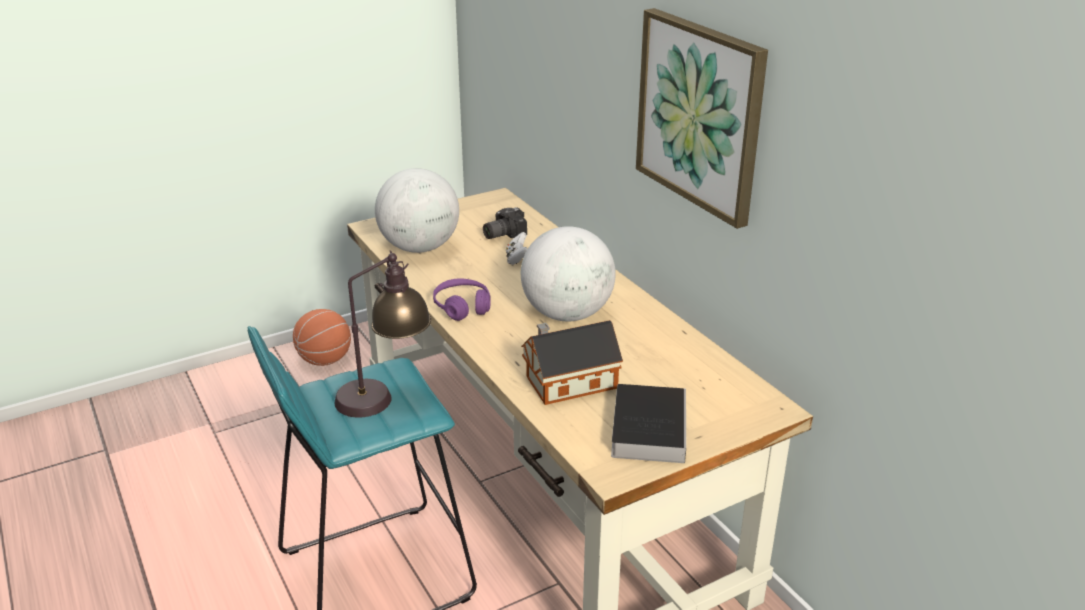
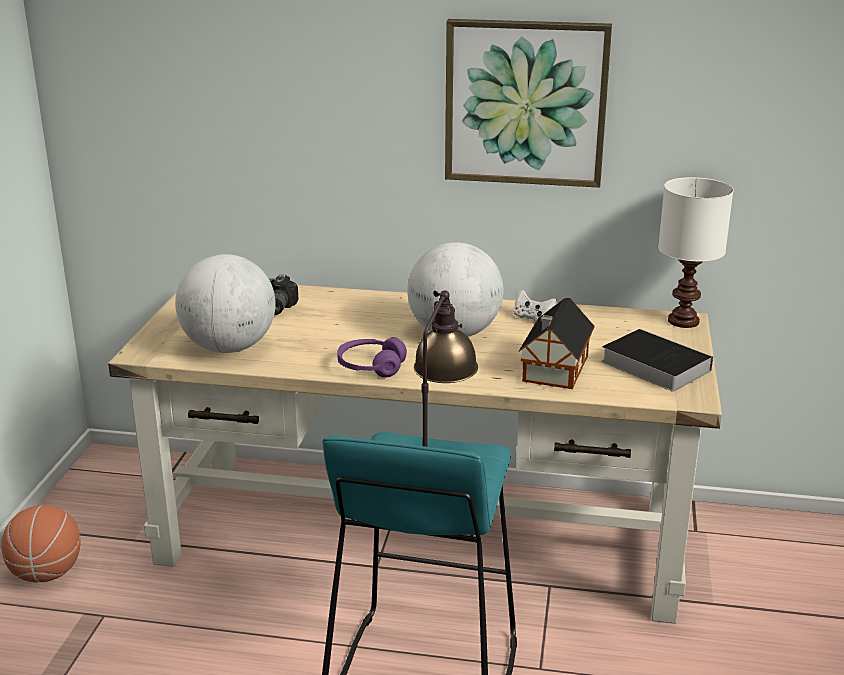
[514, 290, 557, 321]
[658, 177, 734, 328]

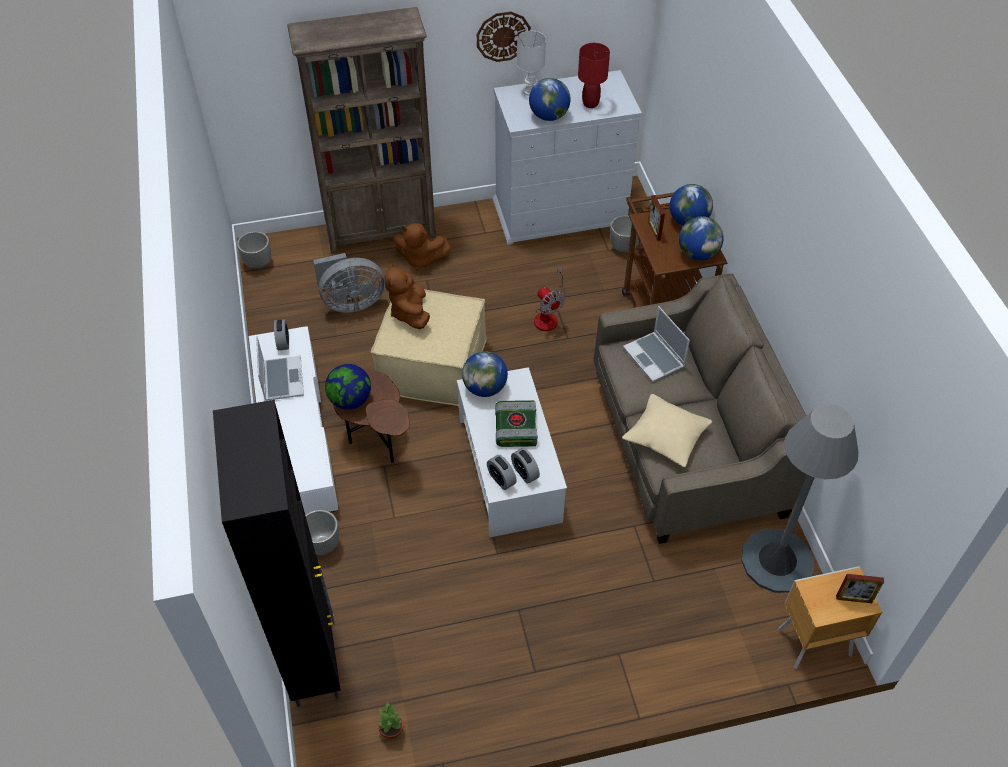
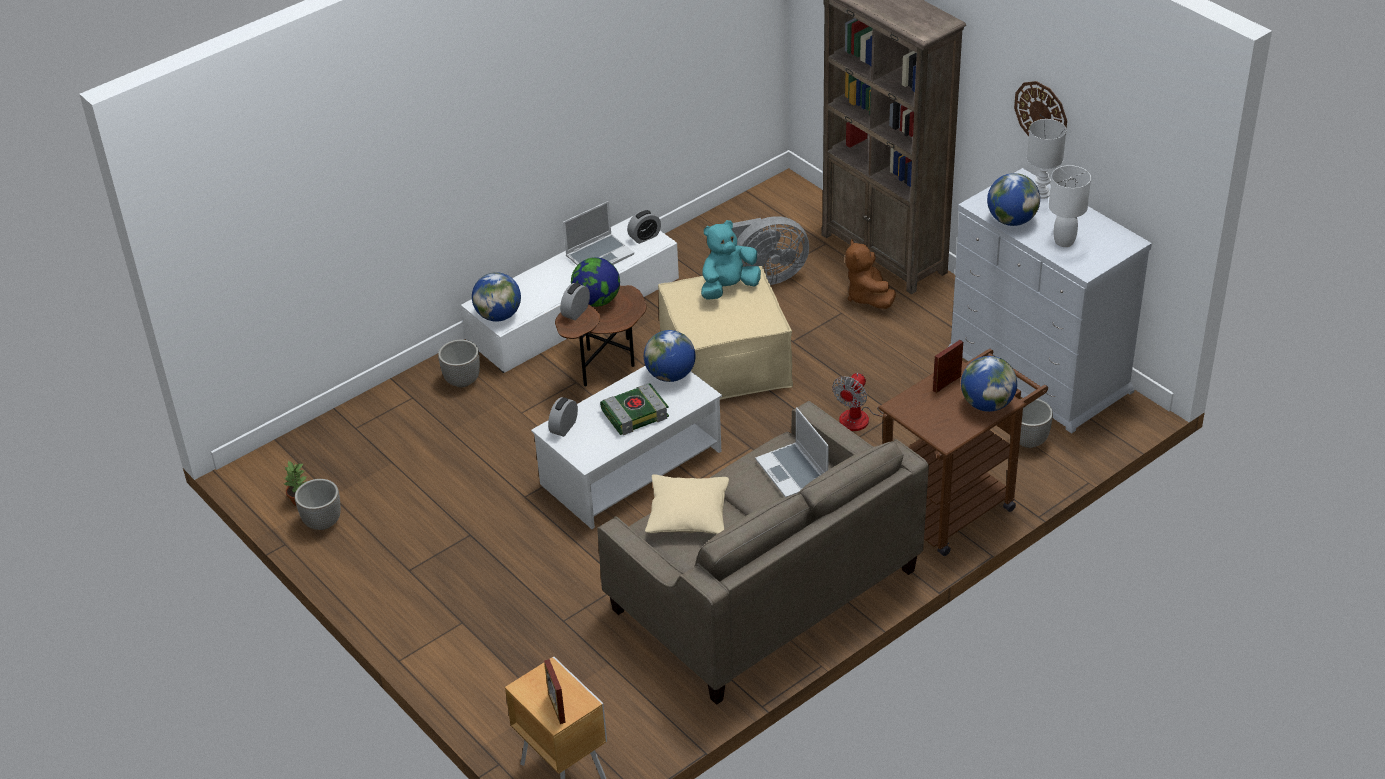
[1049, 165, 1091, 247]
[472, 272, 521, 322]
[295, 479, 341, 530]
[731, 216, 809, 285]
[701, 220, 761, 300]
[755, 407, 829, 498]
[213, 400, 341, 707] (first image)
[741, 404, 858, 593] (first image)
[560, 283, 590, 320]

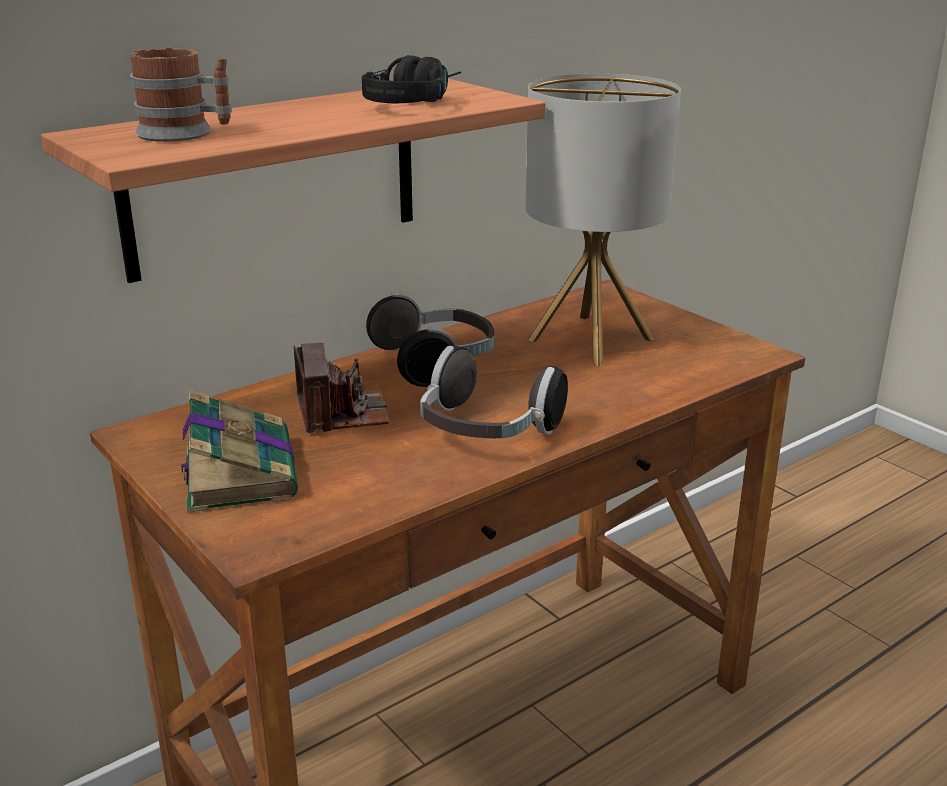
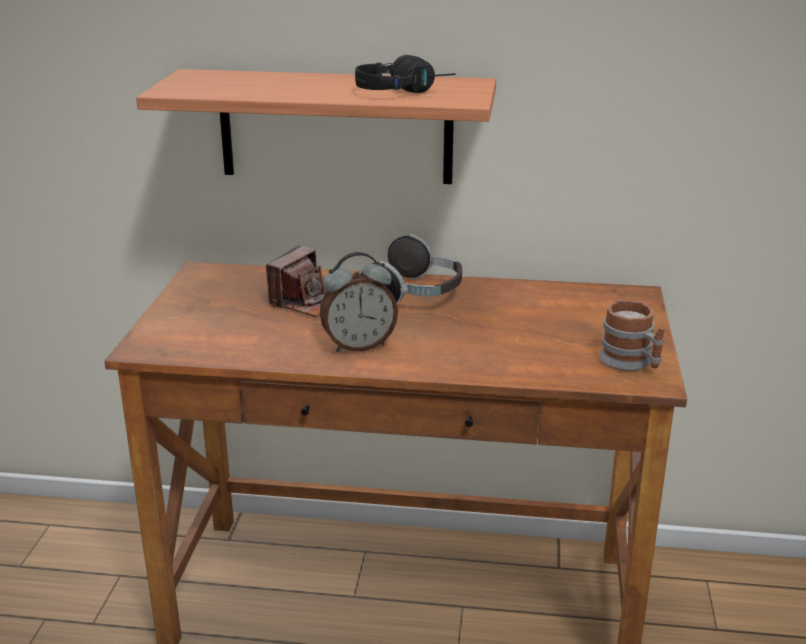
[599, 300, 665, 371]
[526, 73, 681, 366] (first image)
[320, 252, 398, 352]
[181, 390, 298, 513] (first image)

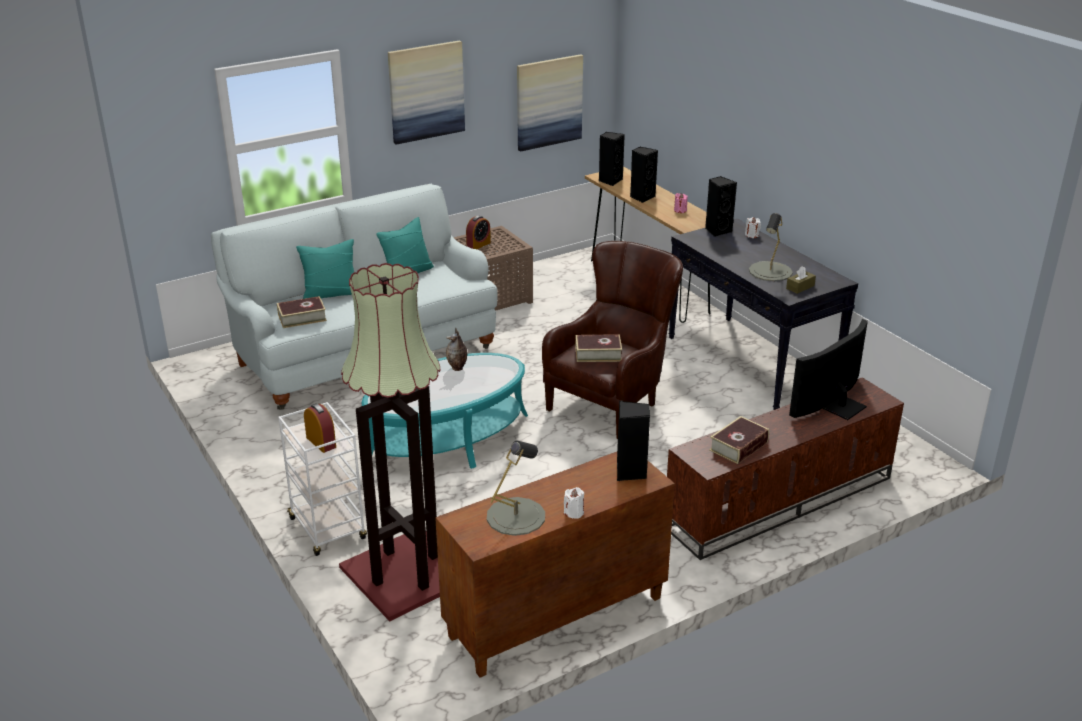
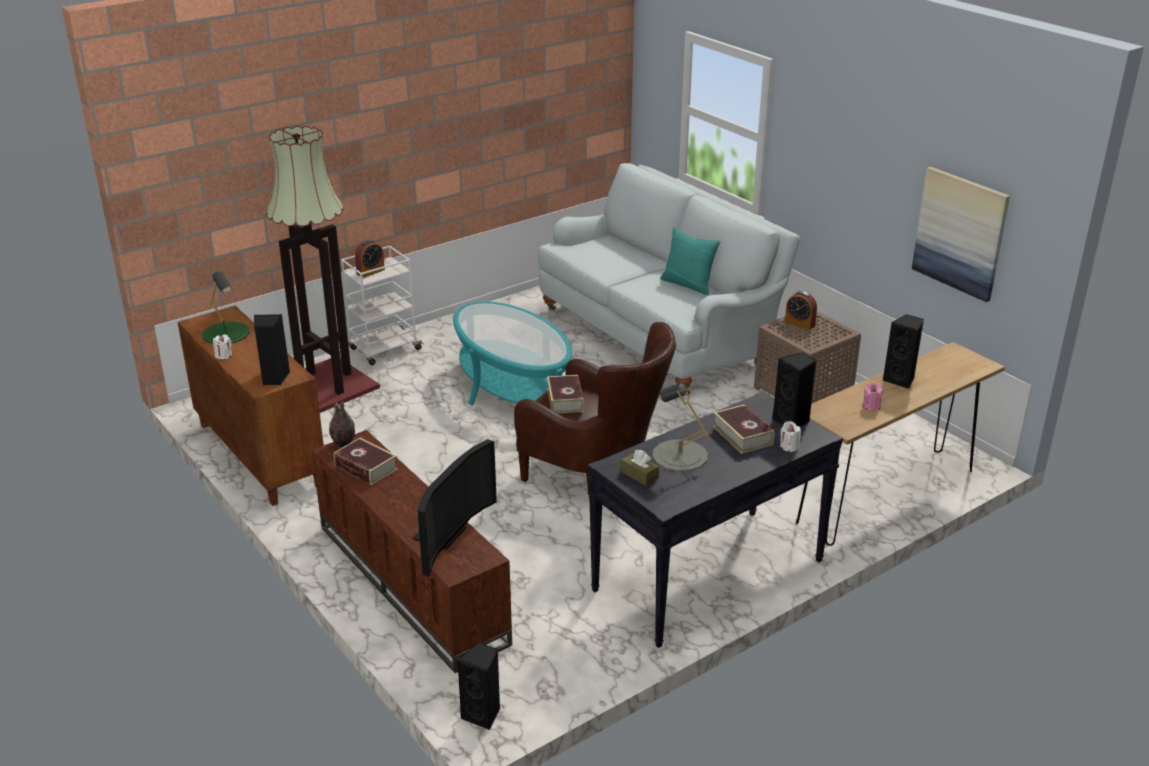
[388, 40, 465, 145] (first image)
[458, 642, 500, 730]
[296, 239, 354, 299] (first image)
[713, 404, 774, 454]
[412, 439, 497, 577]
[329, 401, 355, 448]
[202, 271, 250, 344]

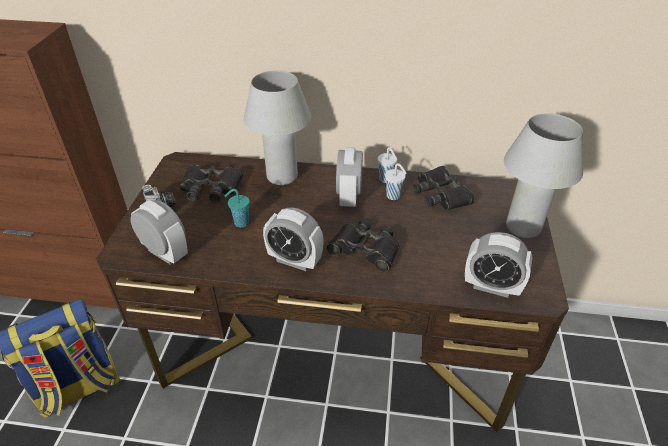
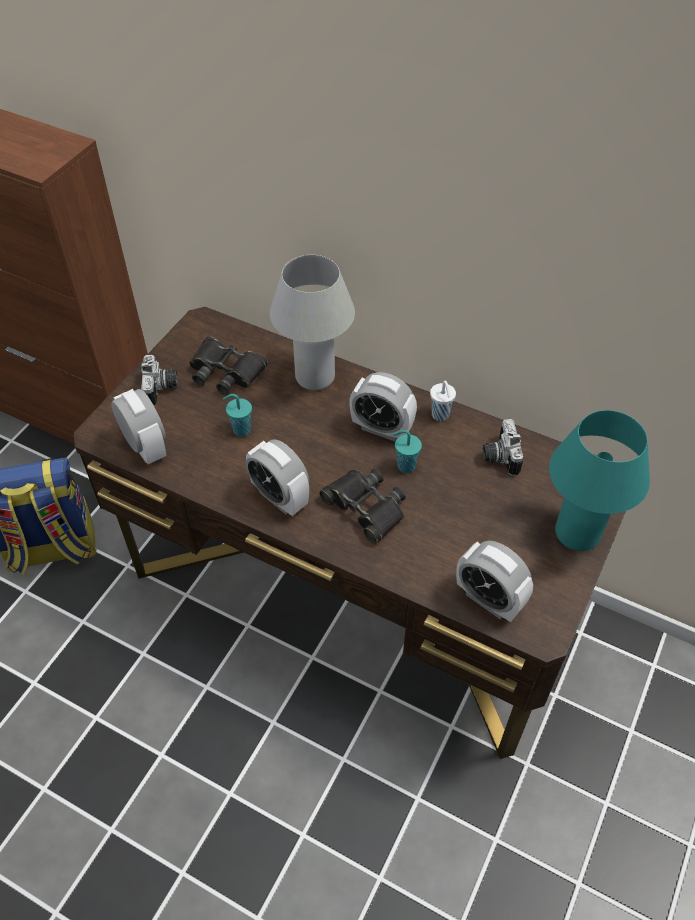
[549, 410, 650, 551]
[349, 372, 417, 441]
[385, 163, 407, 200] (first image)
[482, 419, 523, 476]
[393, 430, 422, 473]

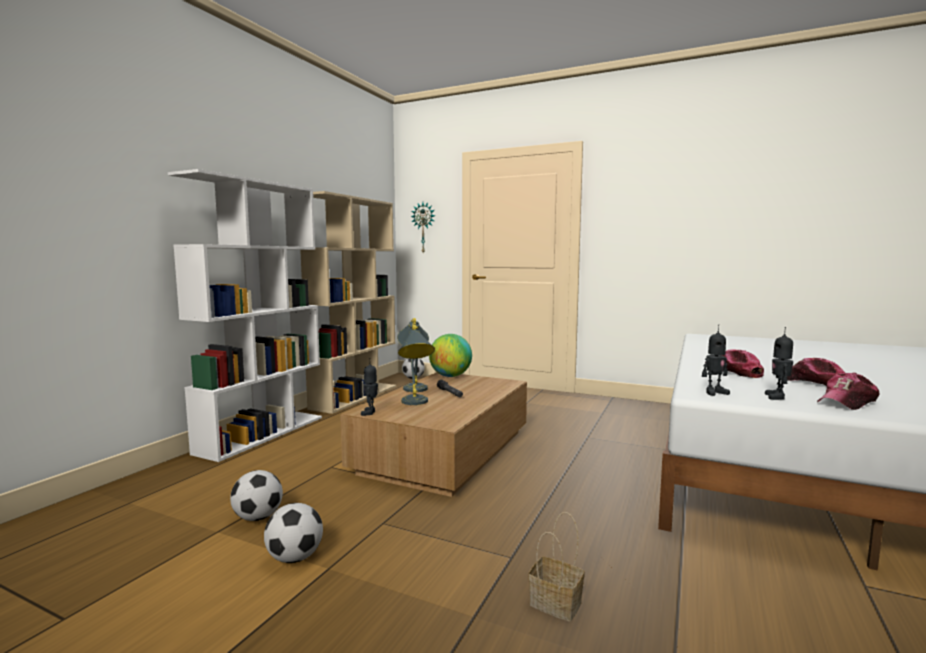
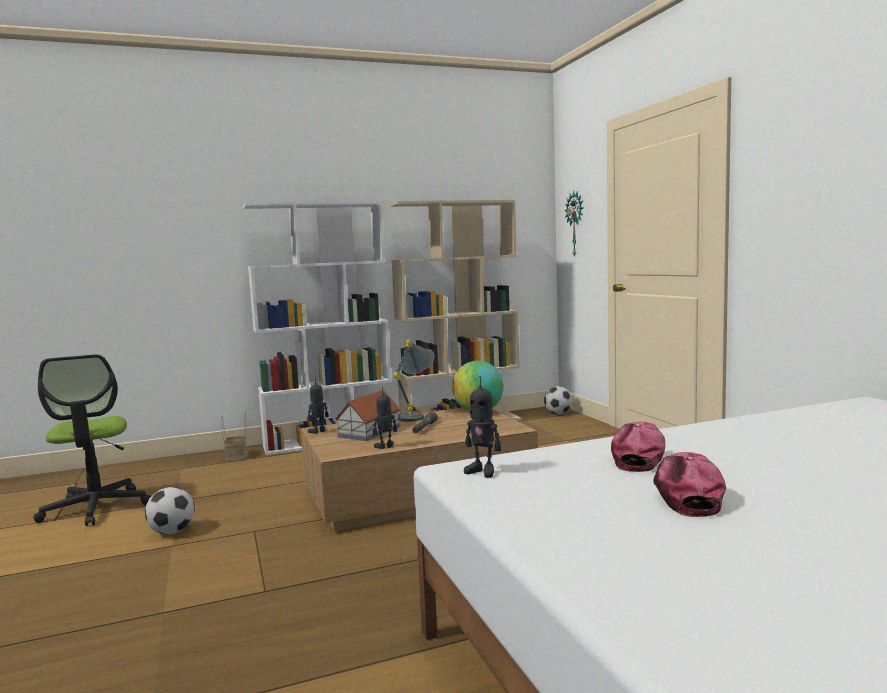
[334, 390, 401, 441]
[373, 387, 397, 449]
[817, 372, 879, 410] (first image)
[230, 470, 283, 521] (first image)
[221, 412, 246, 461]
[33, 354, 151, 526]

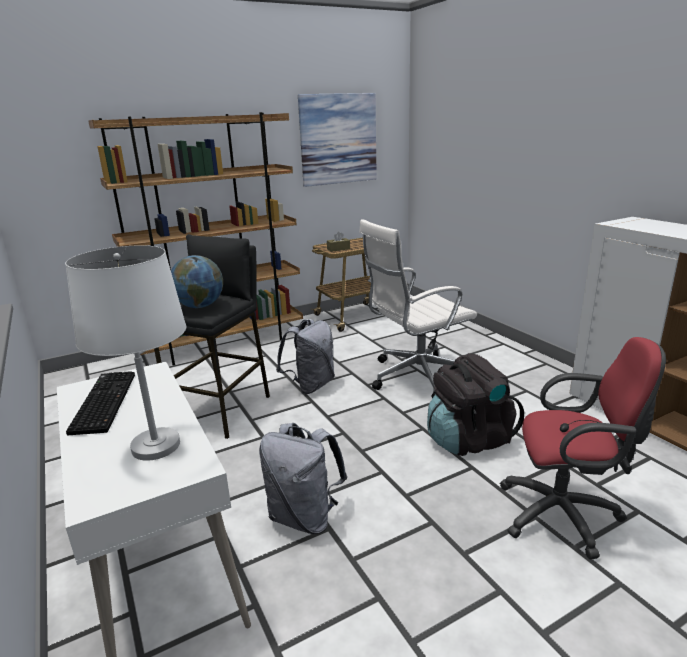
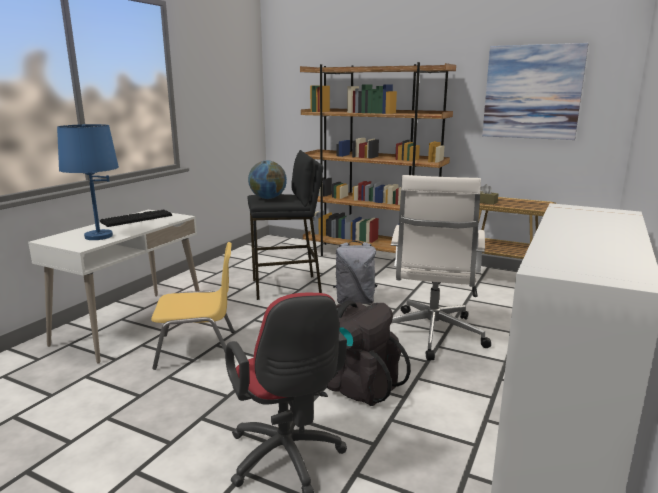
[391, 175, 491, 360]
[57, 124, 119, 240]
[151, 242, 234, 370]

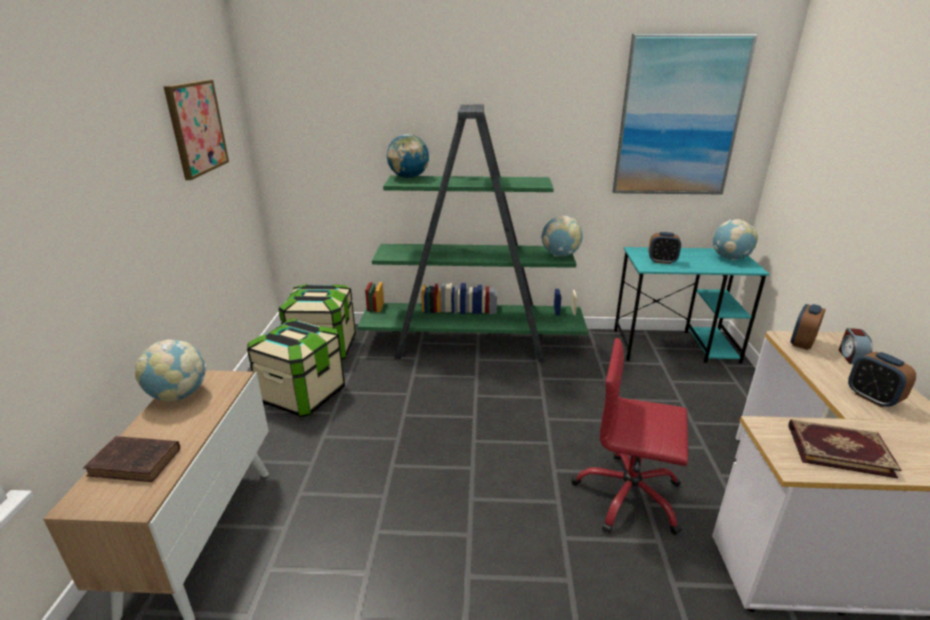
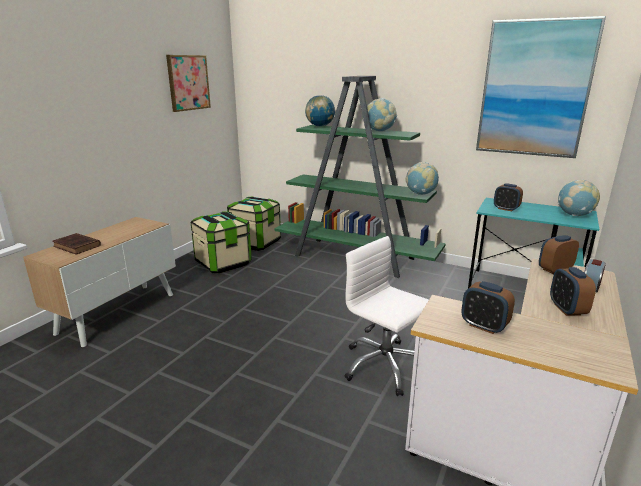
[345, 236, 429, 396]
[367, 98, 397, 131]
[461, 281, 515, 334]

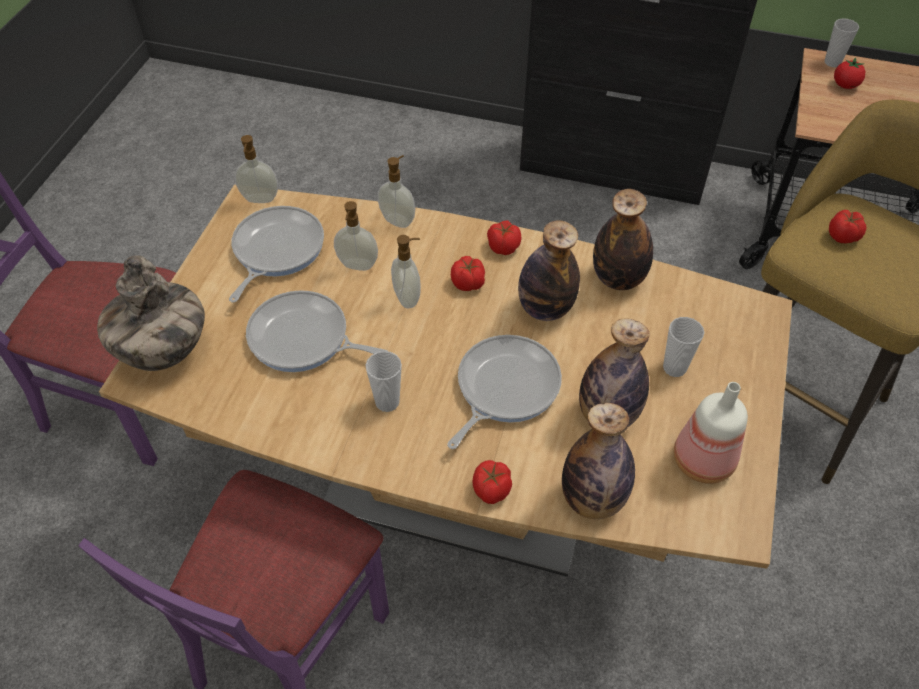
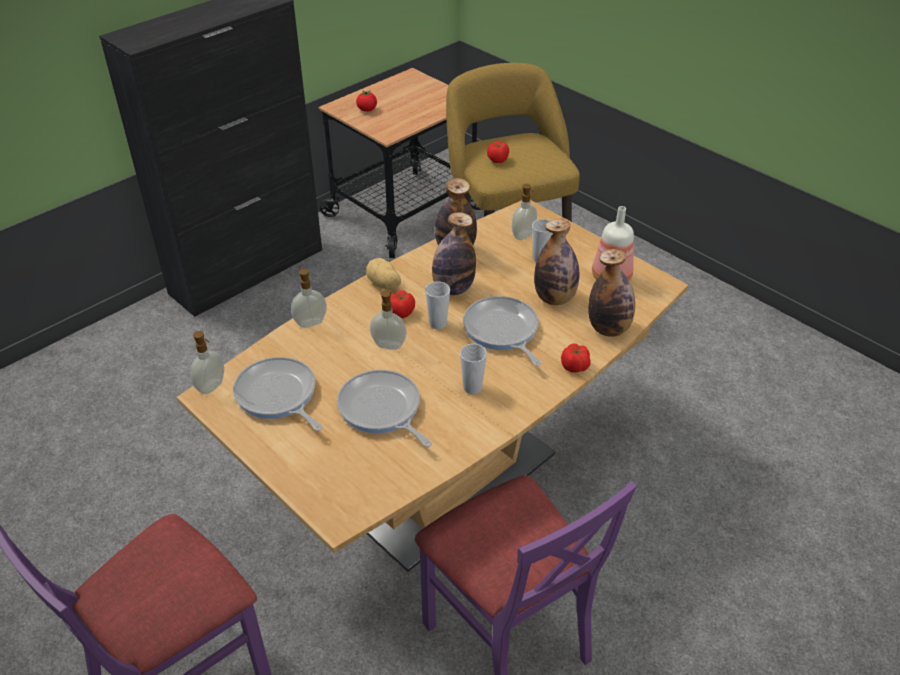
[425, 281, 450, 329]
[512, 184, 537, 240]
[366, 258, 401, 290]
[97, 255, 205, 371] (first image)
[337, 370, 432, 447]

